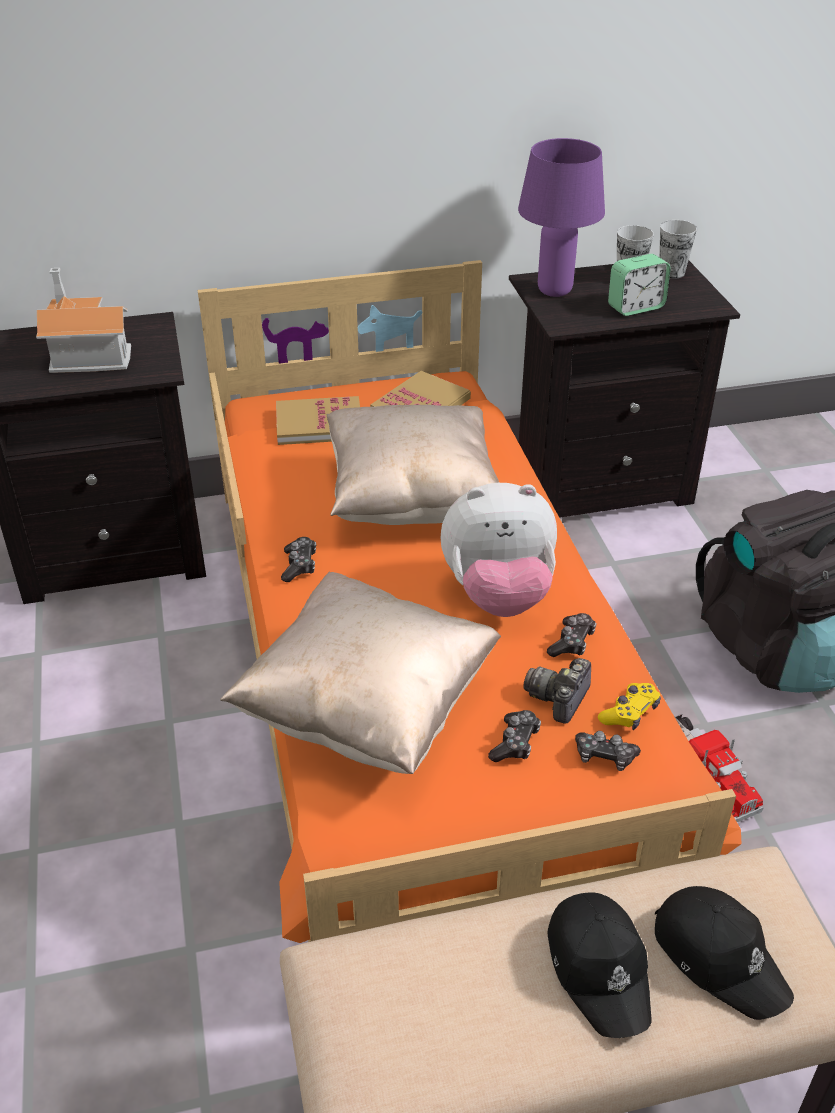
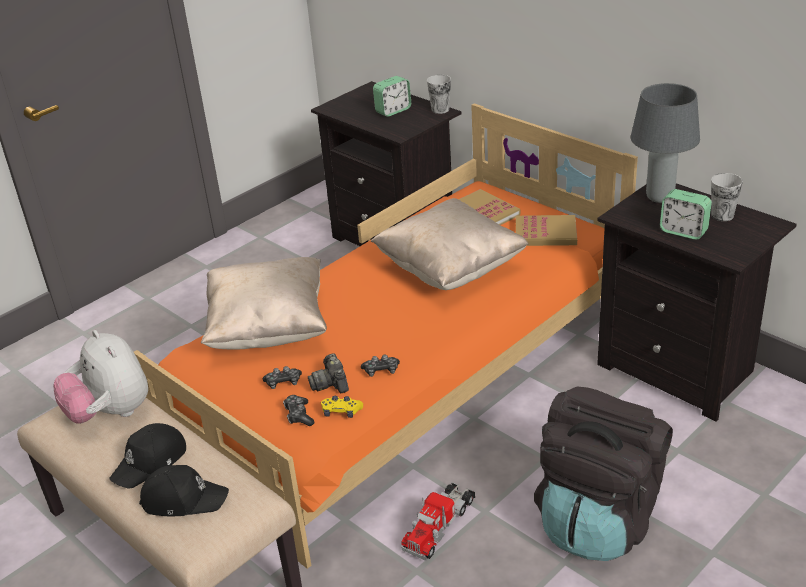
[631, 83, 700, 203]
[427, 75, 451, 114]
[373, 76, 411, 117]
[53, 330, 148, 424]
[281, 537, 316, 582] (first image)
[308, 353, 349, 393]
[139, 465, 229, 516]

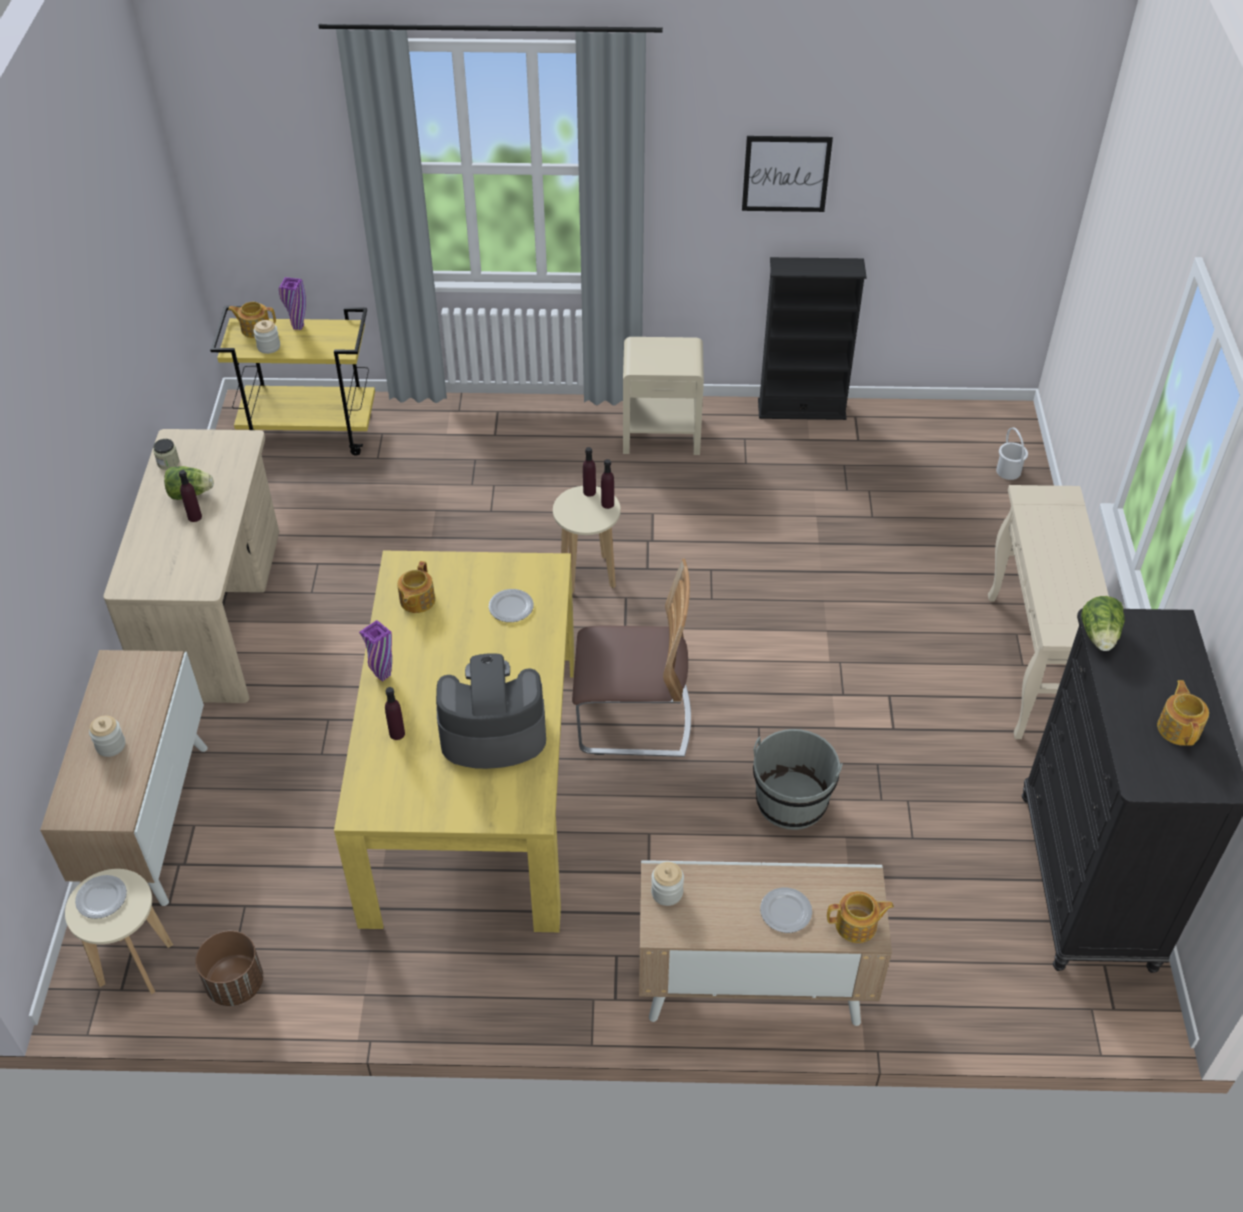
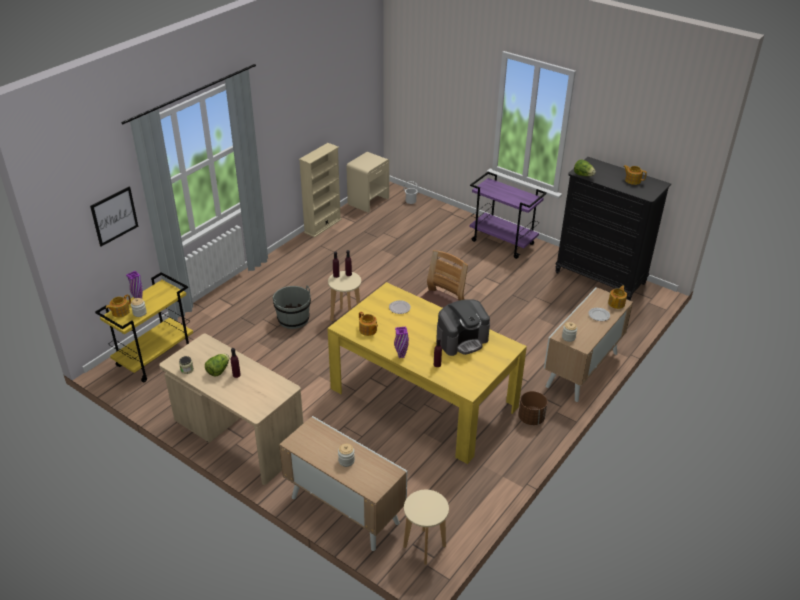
[90, 186, 138, 246]
[299, 143, 342, 237]
[346, 152, 389, 212]
[470, 172, 547, 259]
[436, 299, 490, 356]
[272, 285, 311, 329]
[75, 875, 127, 919] (first image)
[518, 391, 547, 425]

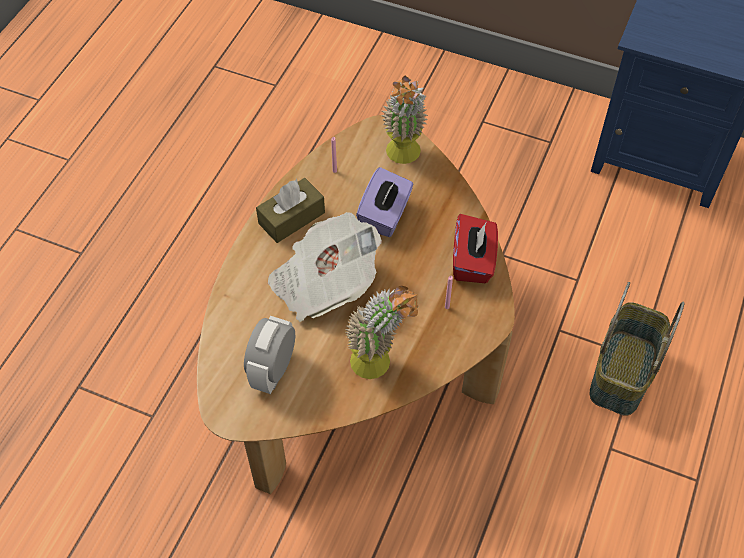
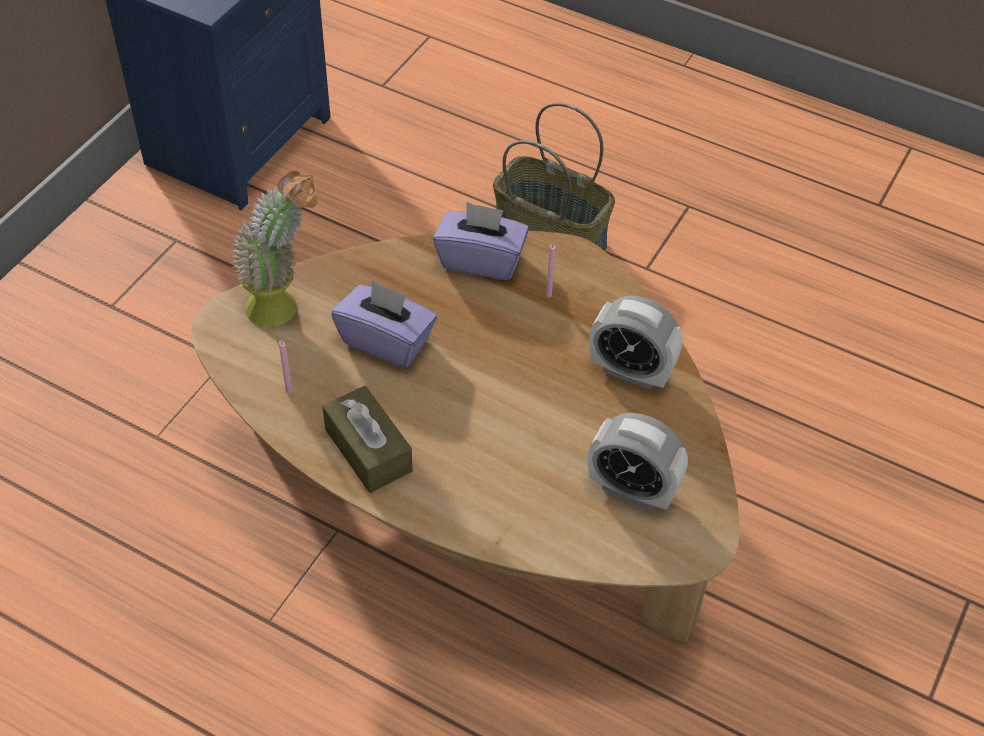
[268, 212, 382, 322] (first image)
[433, 202, 529, 280]
[589, 295, 683, 390]

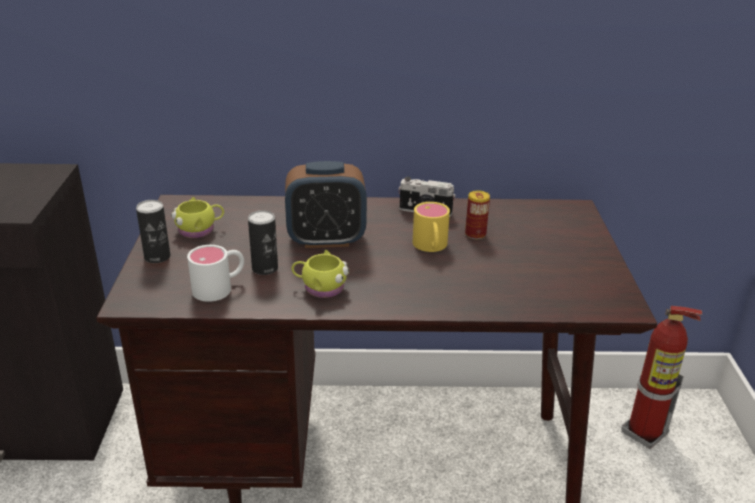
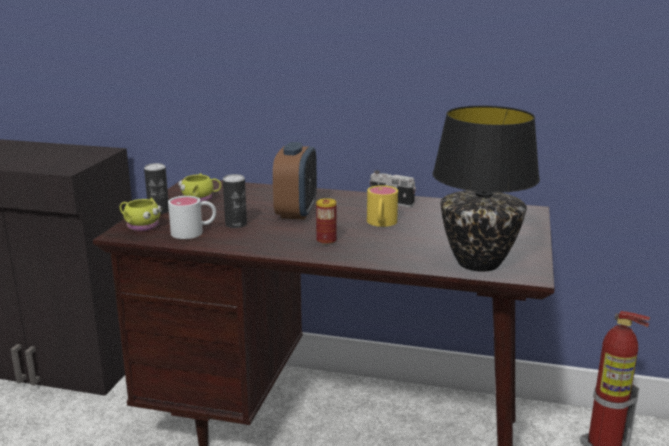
[273, 142, 317, 220]
[316, 198, 337, 245]
[120, 198, 162, 231]
[432, 106, 540, 272]

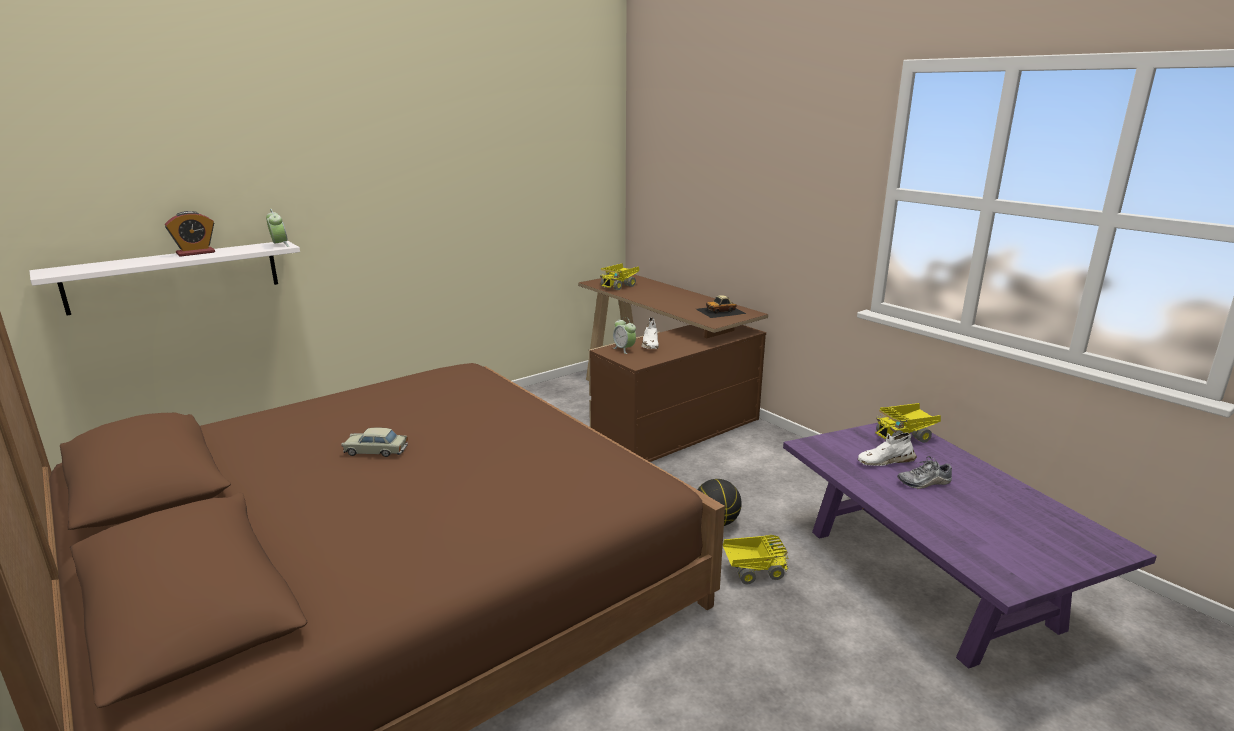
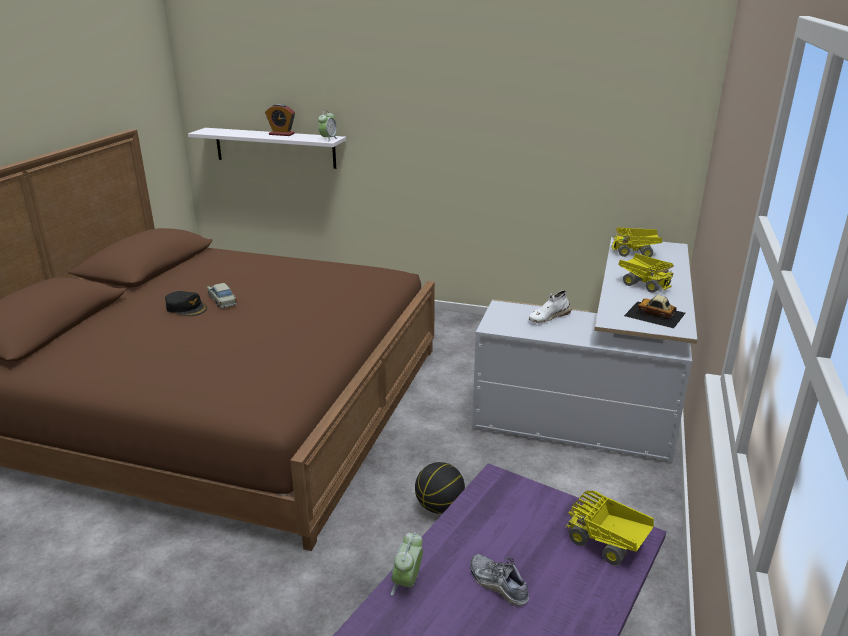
[472, 237, 698, 462]
[391, 532, 423, 595]
[858, 433, 917, 466] (first image)
[618, 253, 674, 293]
[165, 291, 207, 316]

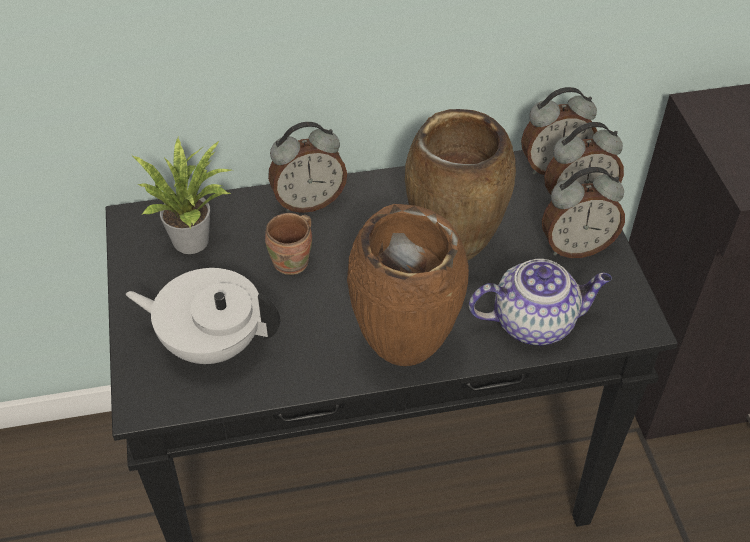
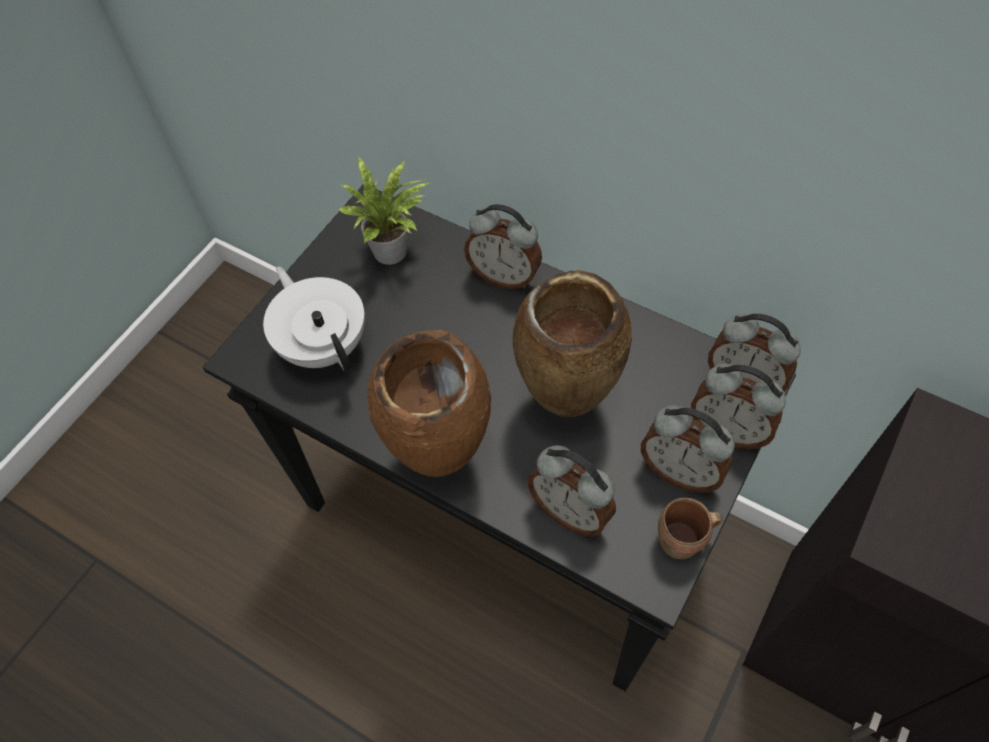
[658, 498, 723, 559]
[527, 445, 616, 537]

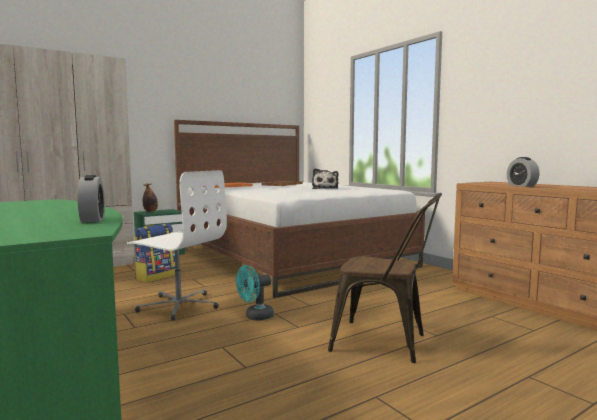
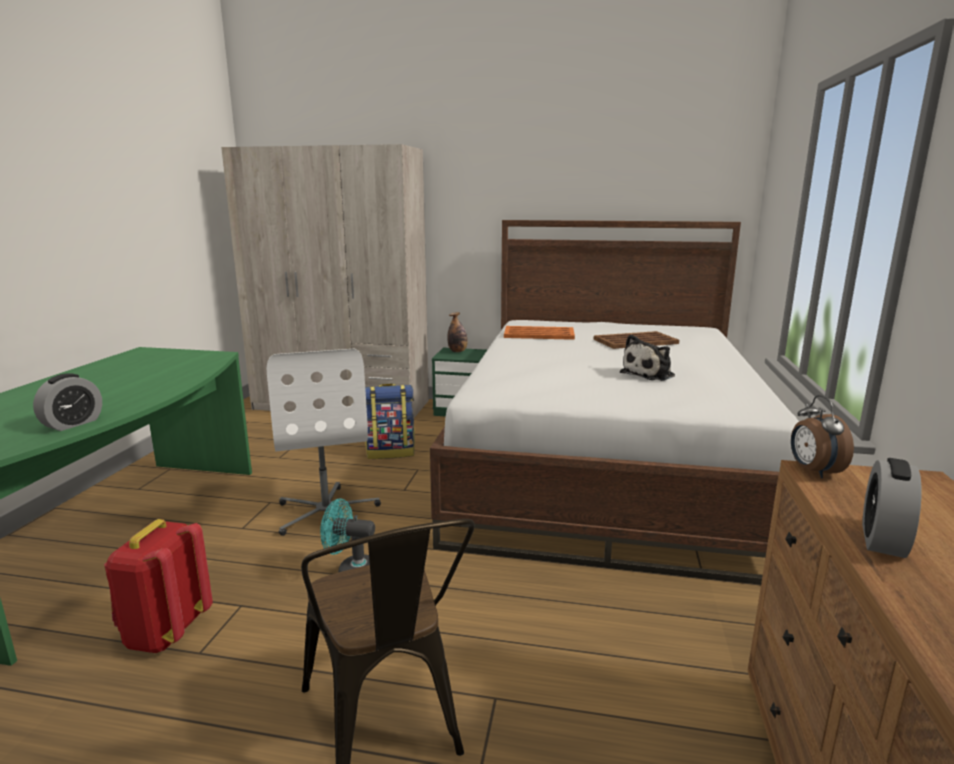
[791, 395, 854, 478]
[104, 519, 213, 653]

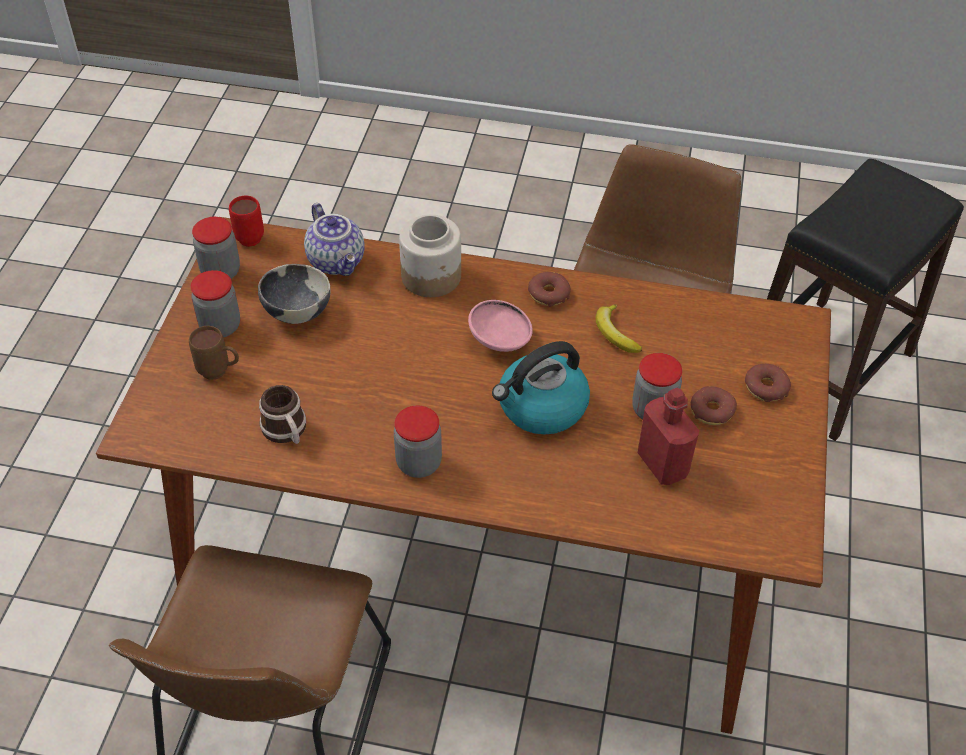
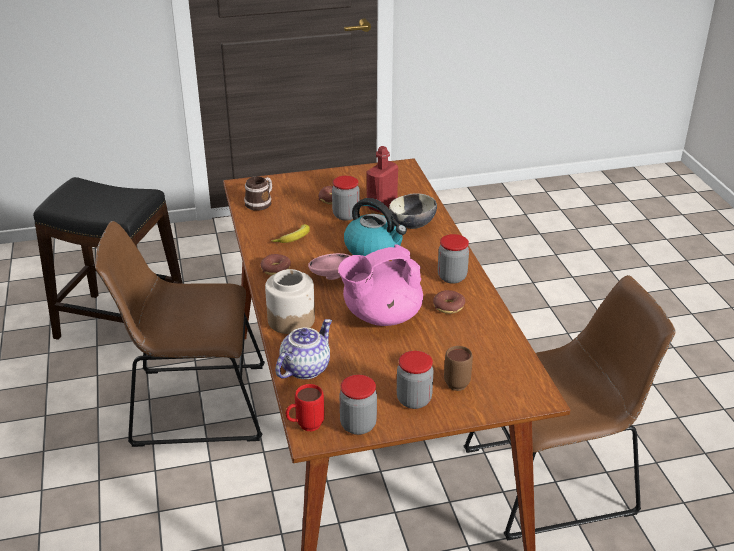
[389, 193, 437, 229]
[433, 290, 465, 314]
[244, 176, 272, 211]
[338, 244, 423, 326]

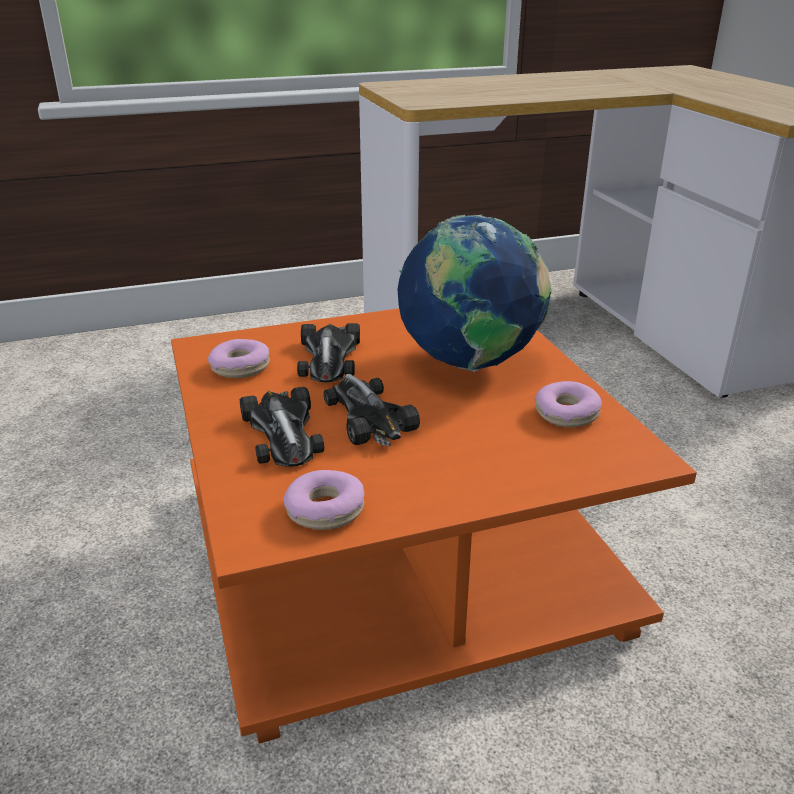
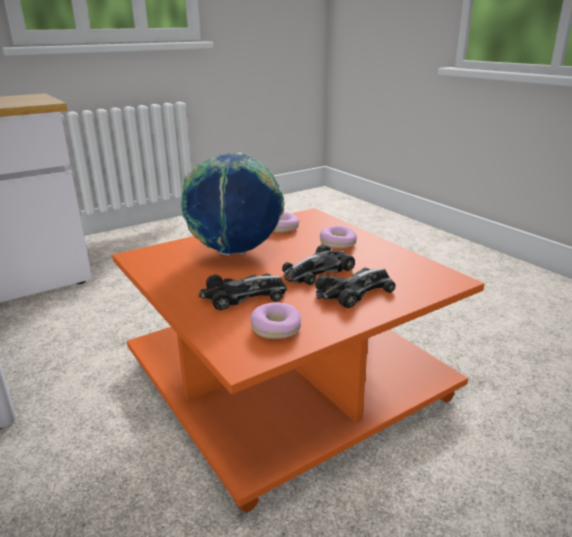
[320, 226, 357, 249]

